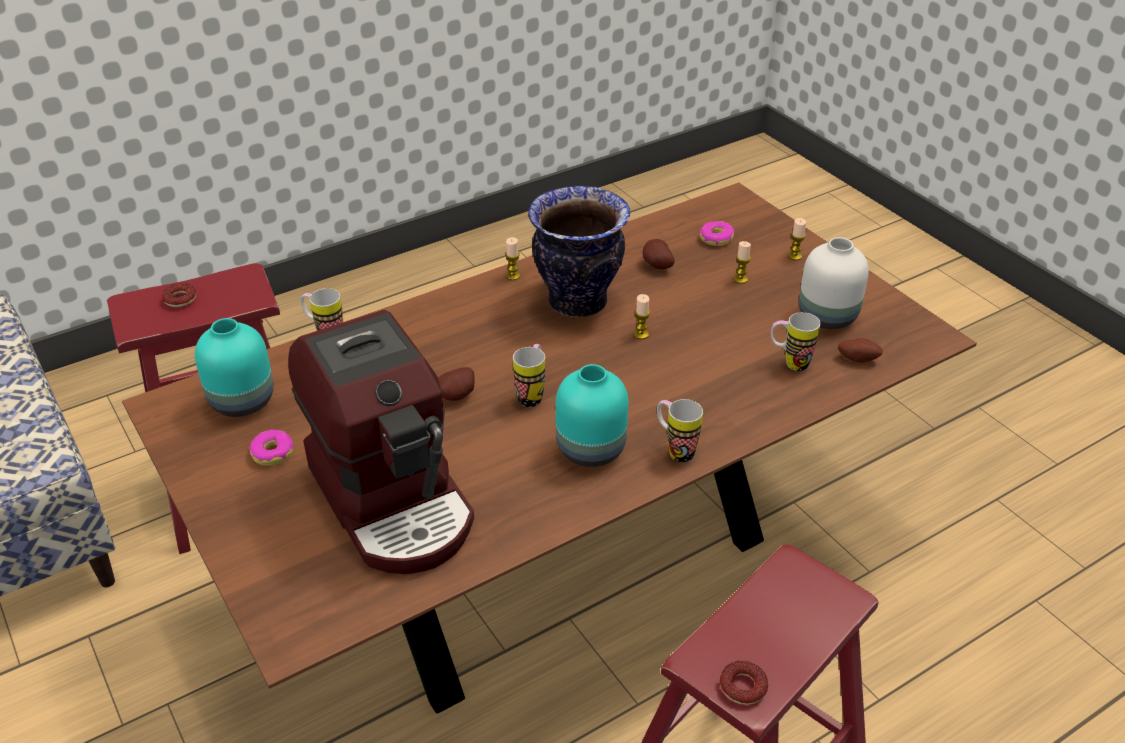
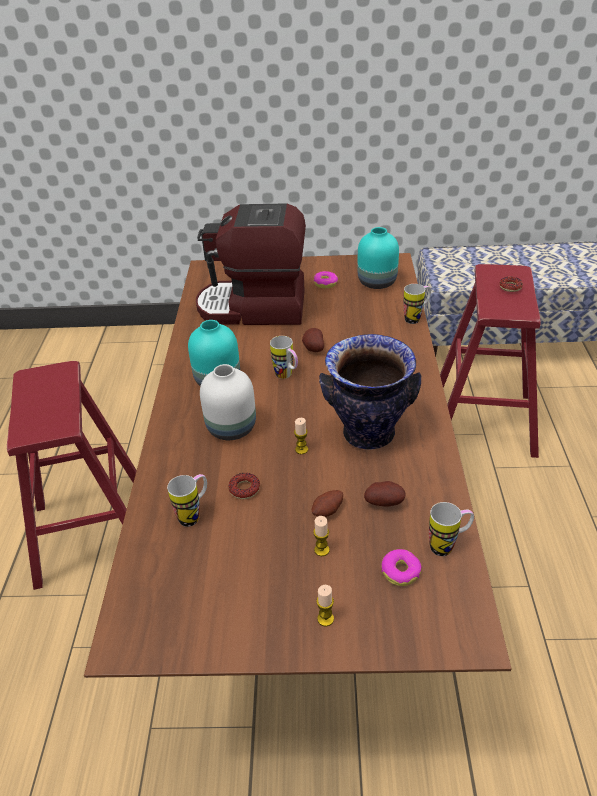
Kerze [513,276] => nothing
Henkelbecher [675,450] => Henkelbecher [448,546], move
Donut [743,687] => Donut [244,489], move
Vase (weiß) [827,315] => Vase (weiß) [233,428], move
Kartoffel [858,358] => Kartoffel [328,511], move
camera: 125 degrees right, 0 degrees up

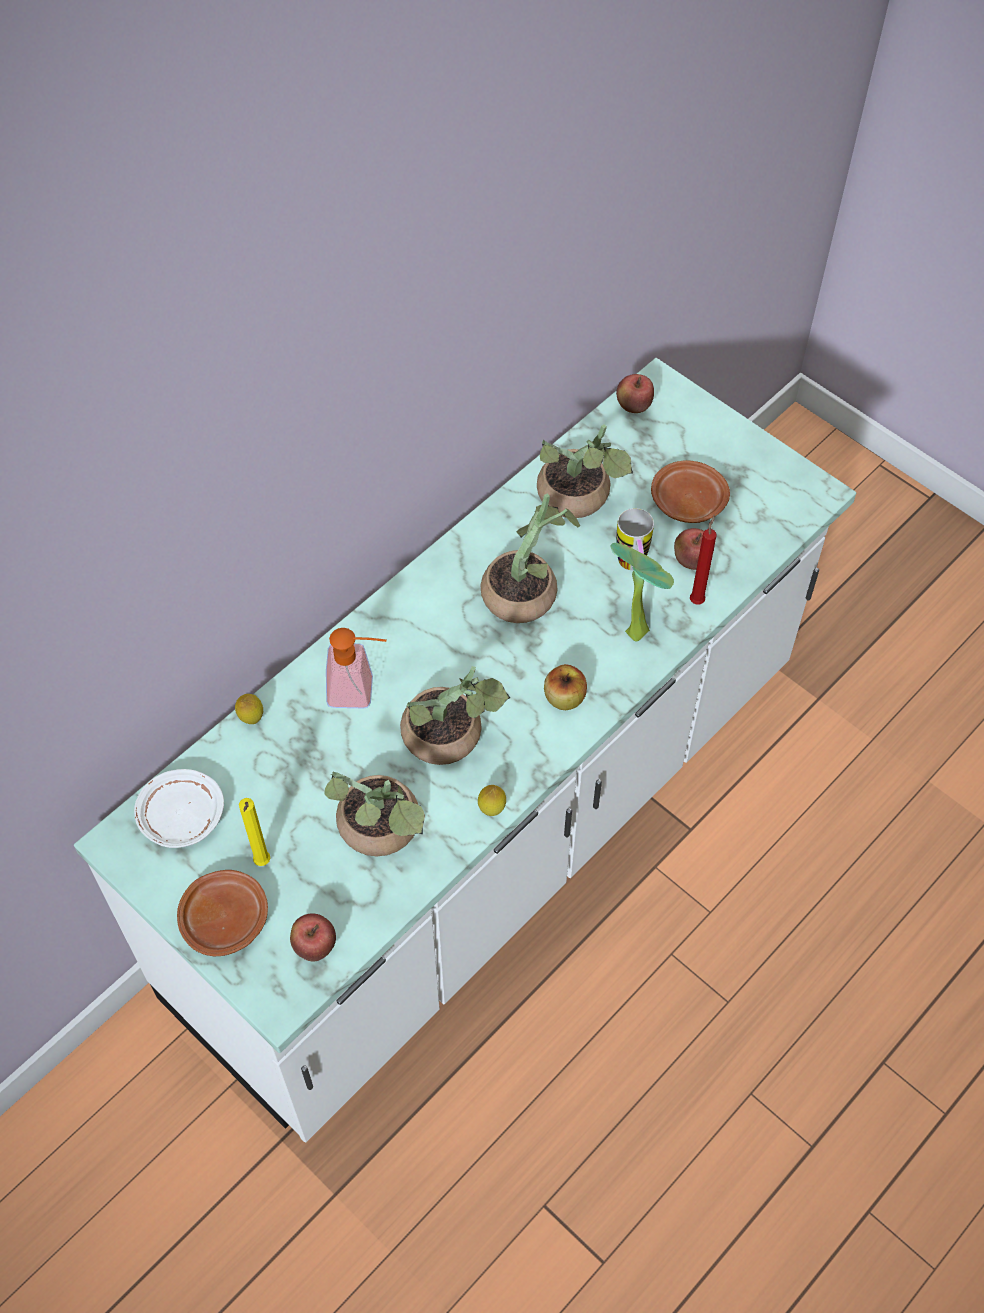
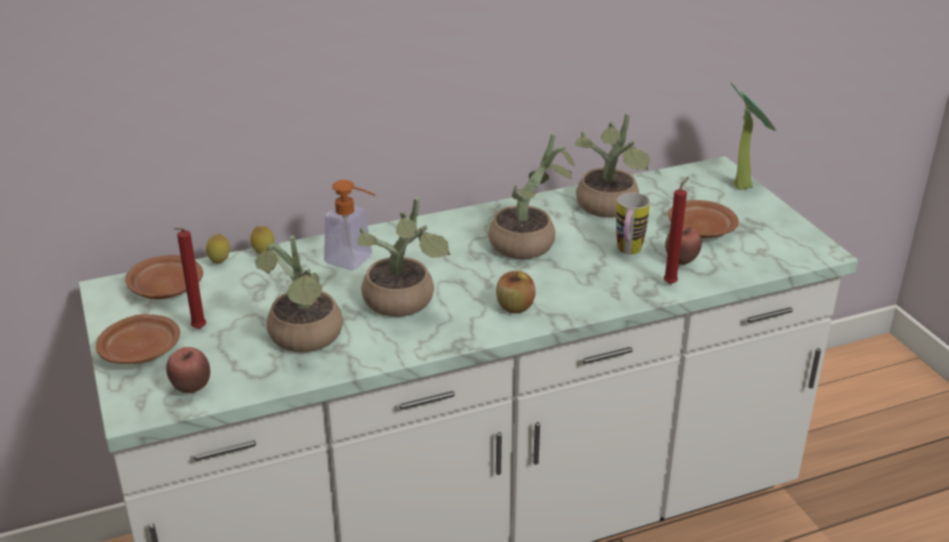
Apfel [633,407] => nothing
Zitrone [492,809] => Zitrone [220,263], move
Topfpflanze [637,628] => Topfpflanze [743,185], move
Teller (weiß) [180,816] => Teller (braun) [165,288]
Kerze (gelb) [262,864] => Kerze (rot) [197,330]
camera: 25 degrees right, 25 degrees down

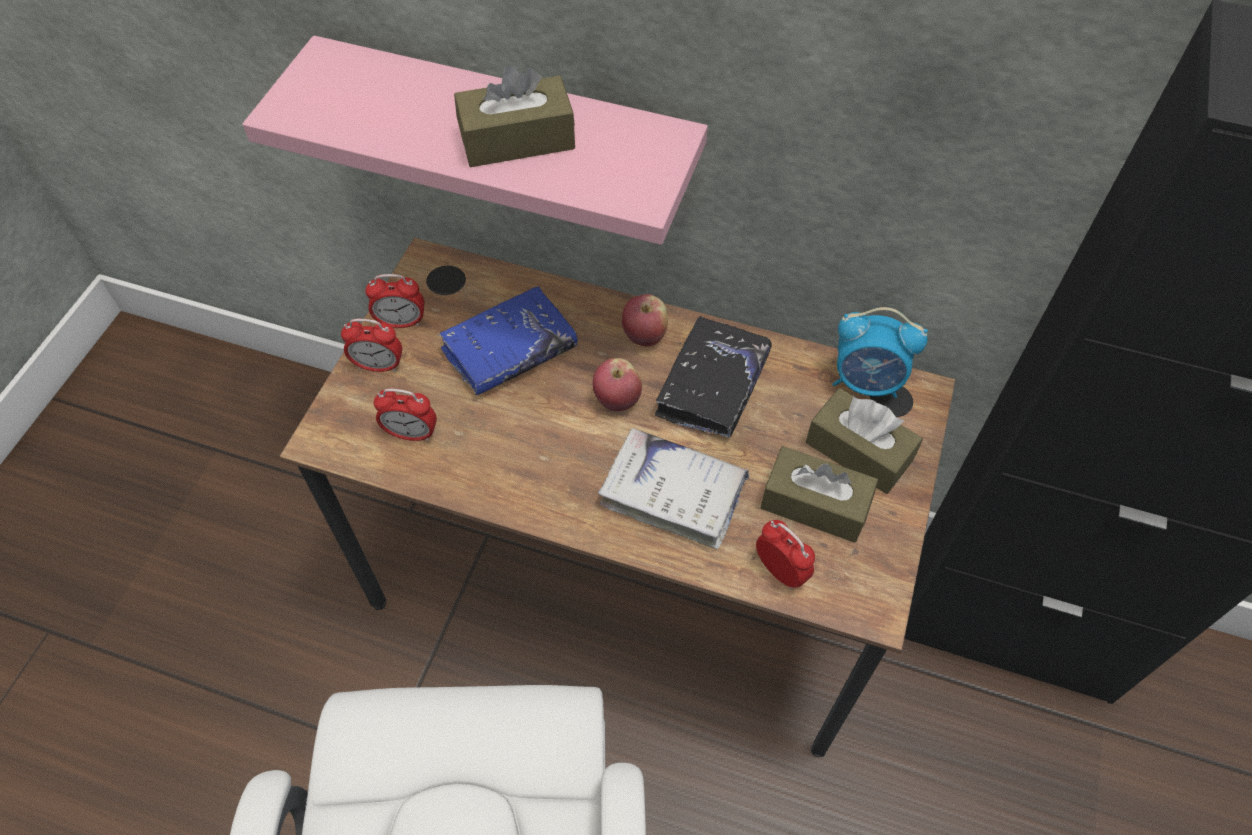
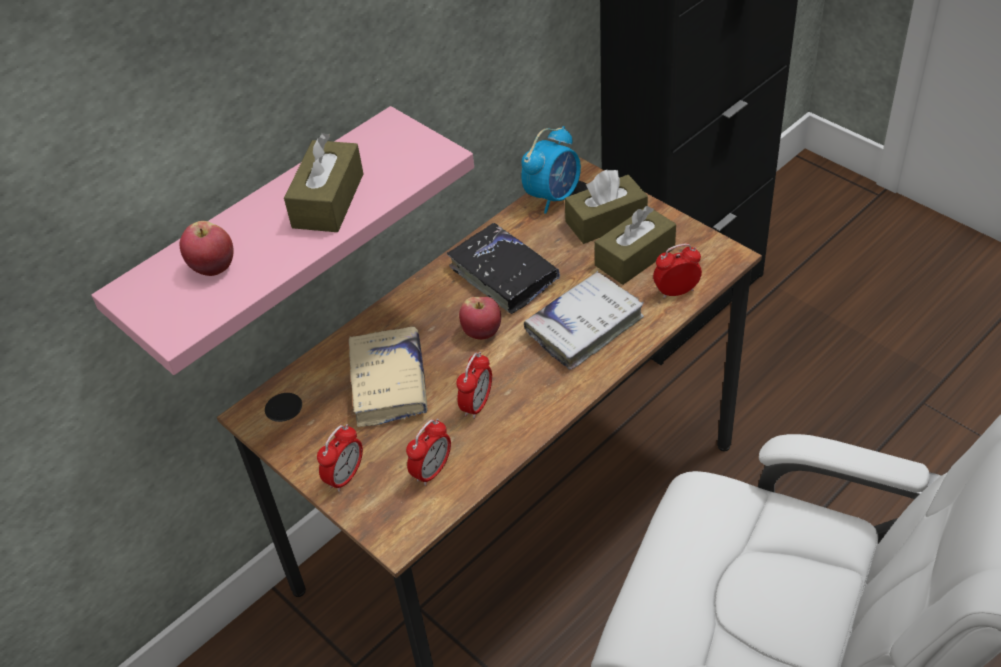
Wecker [401,322] => Wecker [477,405], move
Apfel [644,336] => Apfel [213,268], move
Buch (blau) [509,349] => Buch (beige) [389,384]
camera: 60 degrees left, 10 degrees down

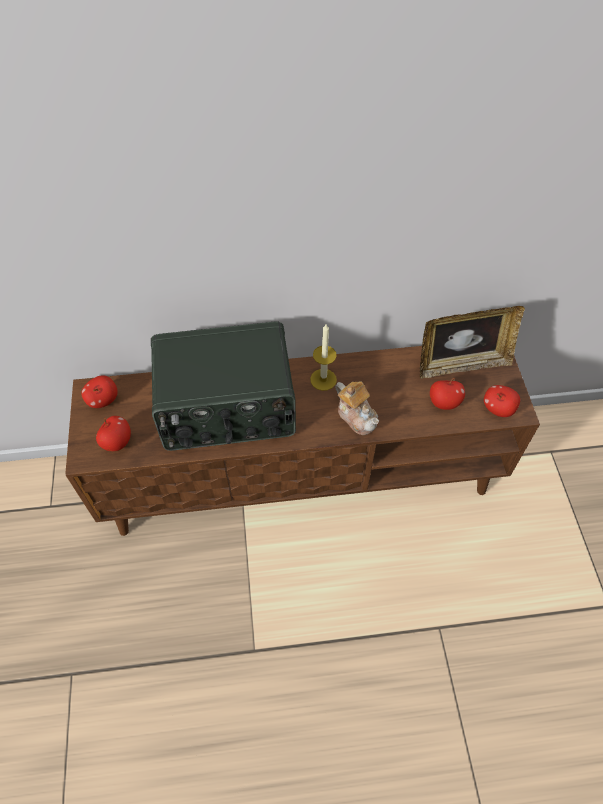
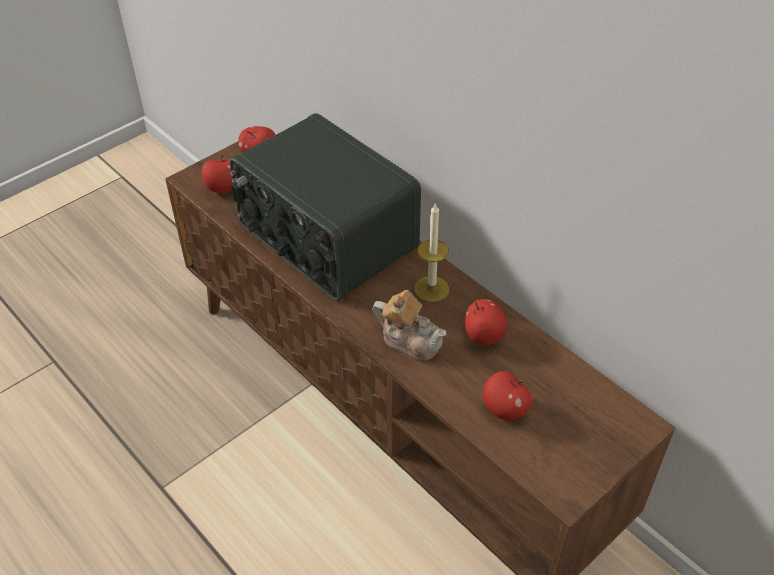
Bilderrahmen [461,364] => nothing
Apfel [498,409] => Apfel [483,336], move
Teekanne [356,416] => Teekanne [410,340], 75 degrees counterclockwise
camera: 55 degrees right, 10 degrees down

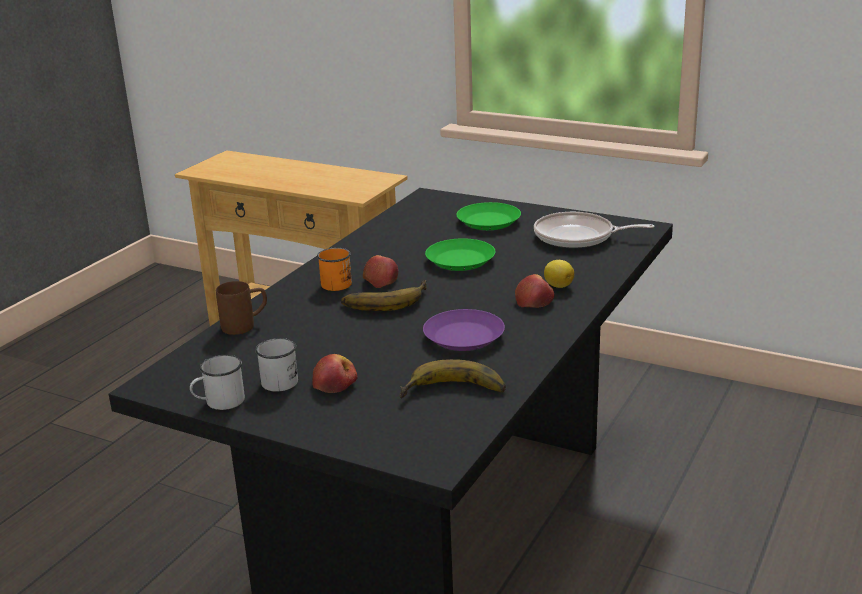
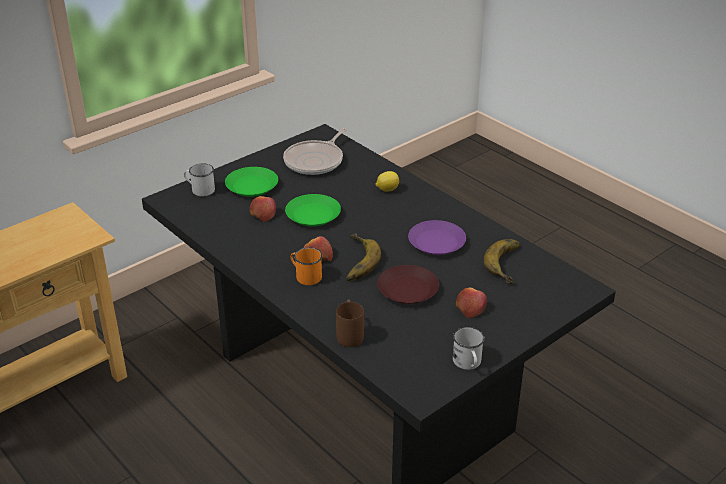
nothing => Teller (braun) [407,289]
Henkelbecher (weiß) [280,379] => Henkelbecher (weiß) [200,190], move
Apfel [534,301] => Apfel [263,214], move
camera: 70 degrees left, 10 degrees up

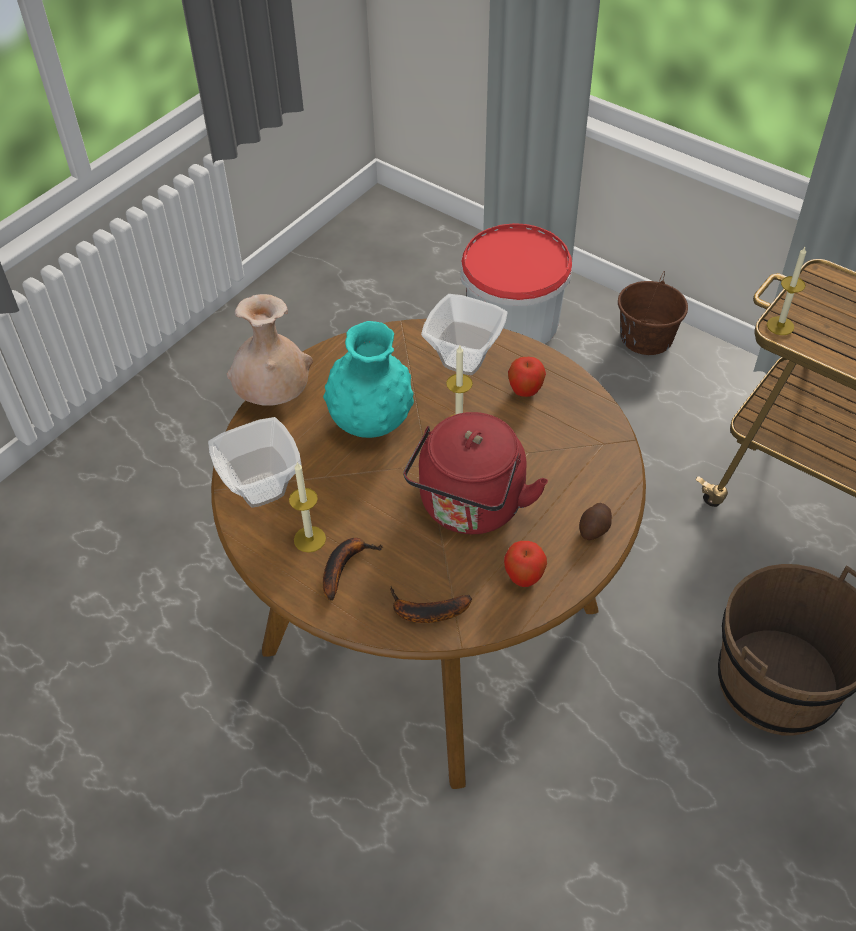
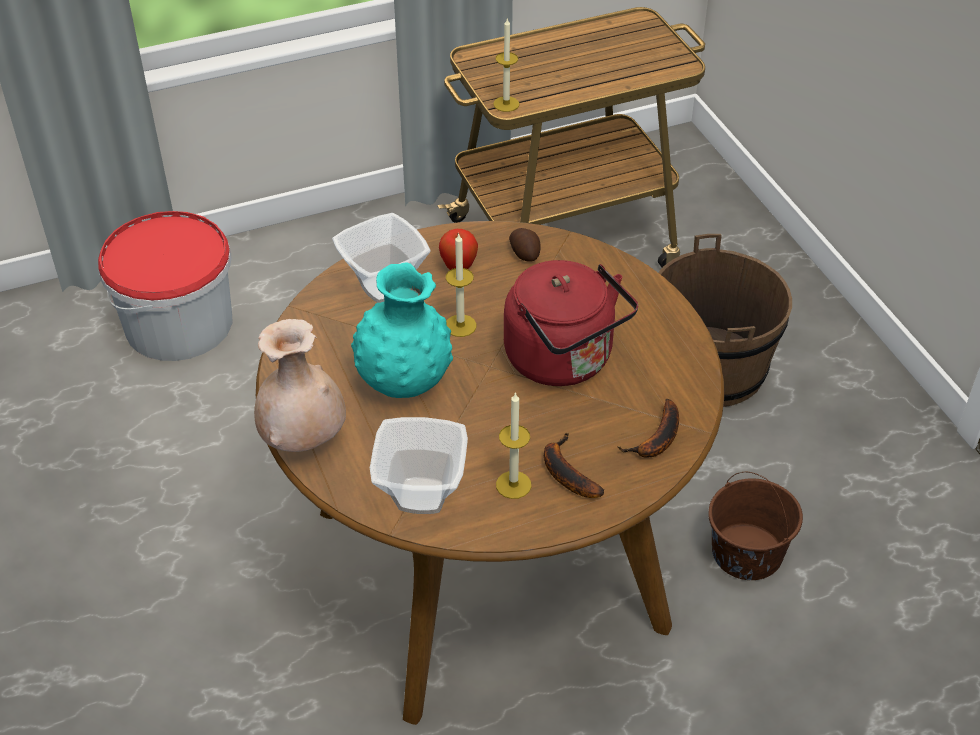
Apfel [524,578] => nothing
Kartoffel [595,528] => Kartoffel [525,252], move
Eimer (braun) [646,337] => Eimer (braun) [746,552], move
camera: 60 degrees left, 5 degrees down

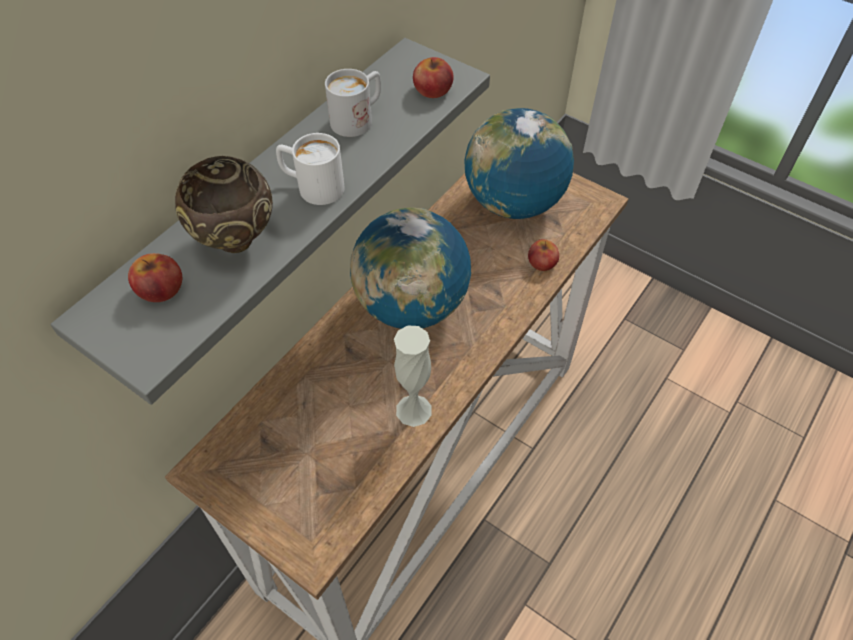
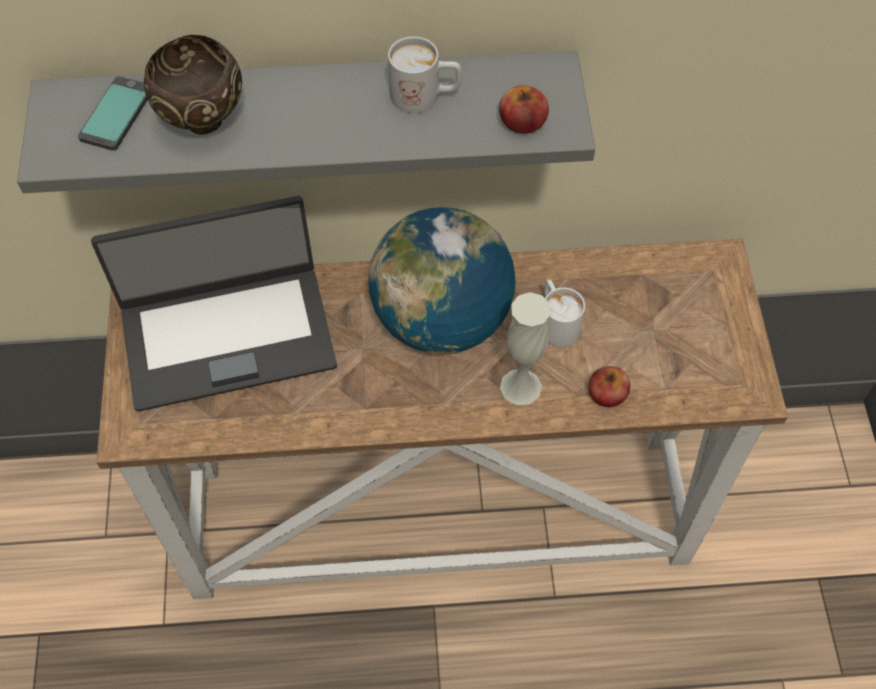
Globus [513,203] => nothing
nothing => Laptop [227,335]
Henkelbecher (weiß) [312,186] => Henkelbecher (weiß) [556,322], move
Vase (weiß) [413,410] => Vase (weiß) [520,386], move
Apfel [160,288] => Handy [116,114]
camera: 50 degrees right, 5 degrees up

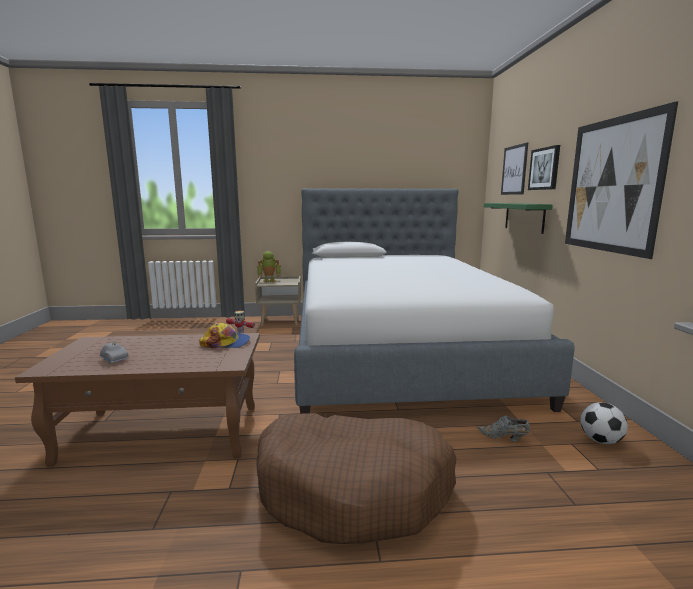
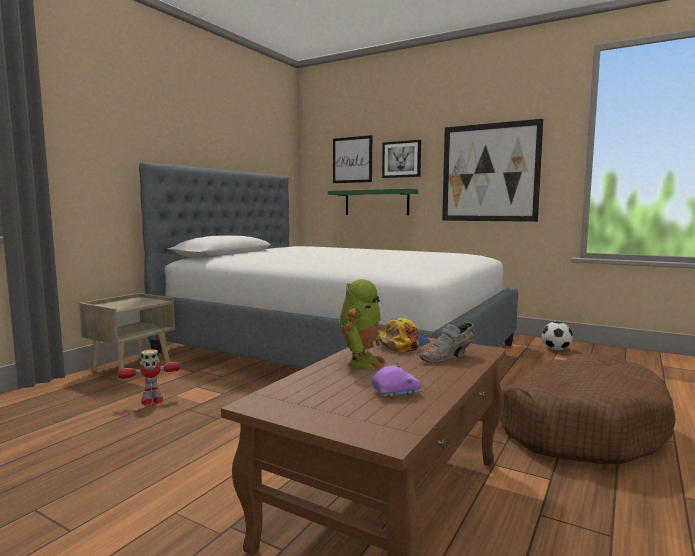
Spielzeugroboter [269,280] => Spielzeugroboter [361,362], move
Schuh (grau) [504,438] => Schuh (grau) [449,358], move
Spielzeugauto (grau) [115,359] => Spielzeugauto (lila) [395,392]
camera: 55 degrees left, 5 degrees down

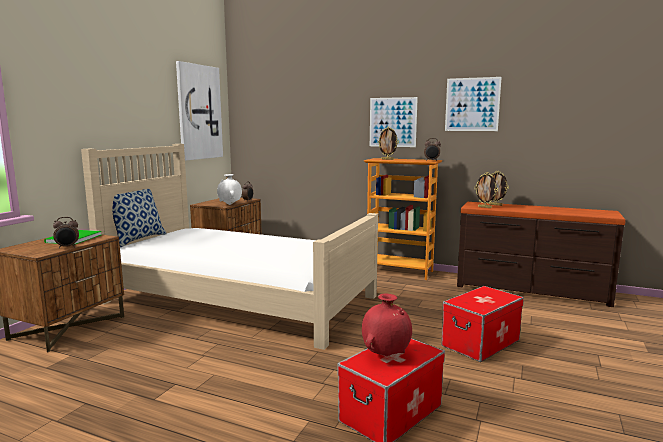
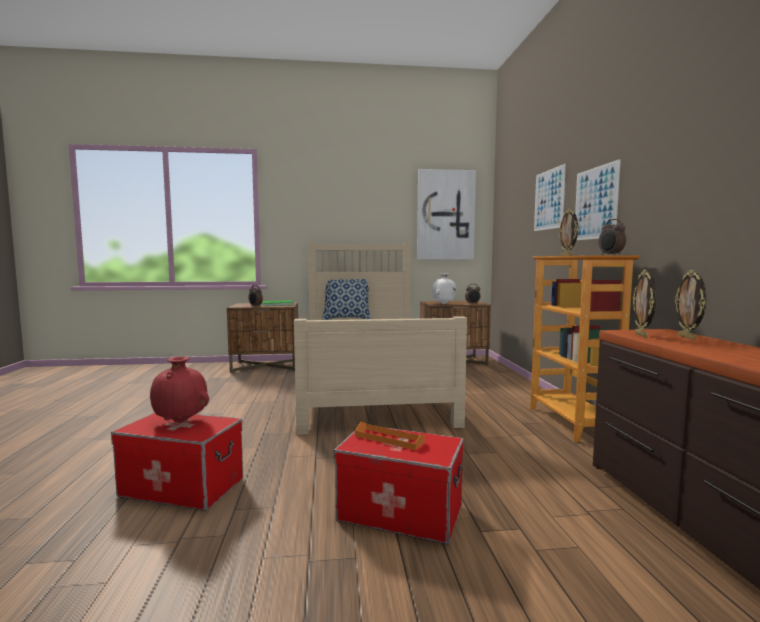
nothing => Tablett (orange) [389,439]
Bild [472,104] => Bild [549,199], move
camera: 60 degrees right, 5 degrees down

